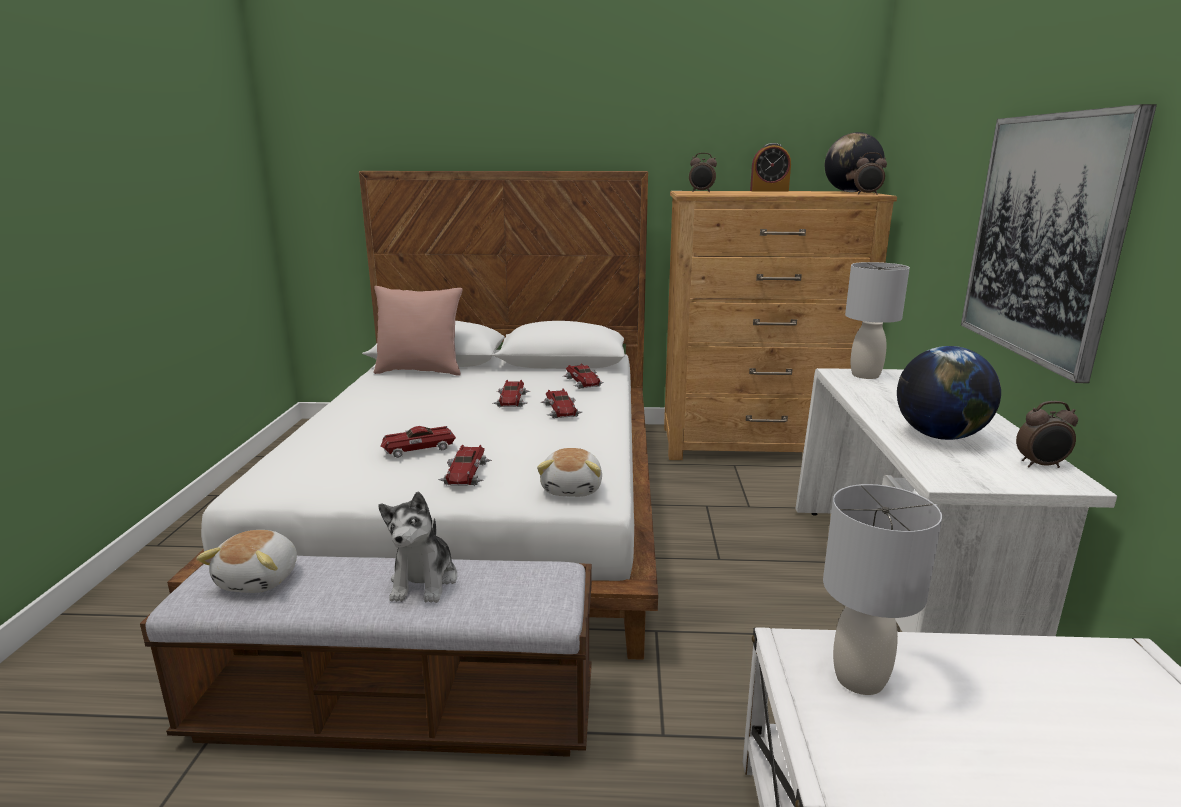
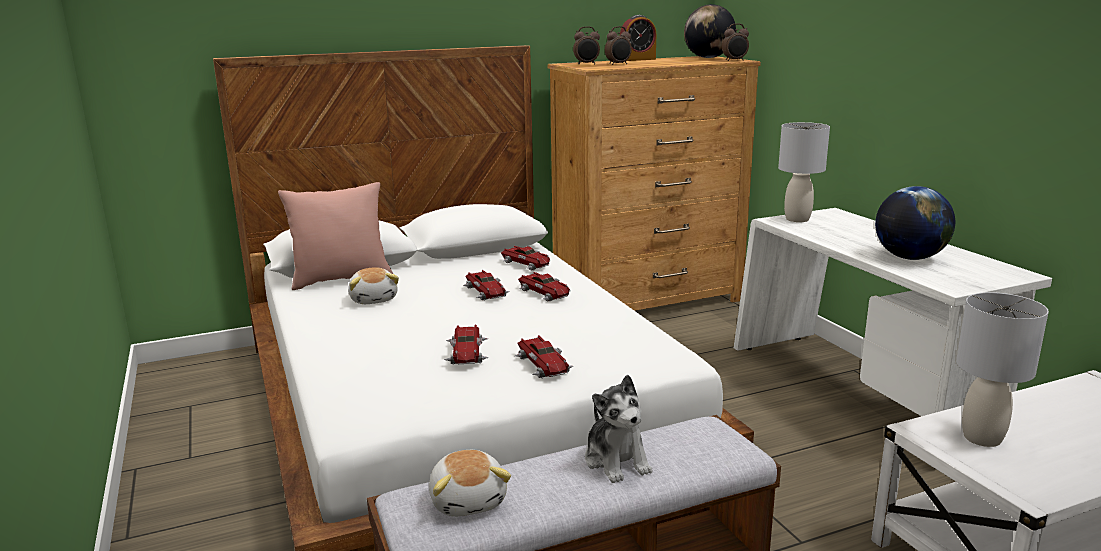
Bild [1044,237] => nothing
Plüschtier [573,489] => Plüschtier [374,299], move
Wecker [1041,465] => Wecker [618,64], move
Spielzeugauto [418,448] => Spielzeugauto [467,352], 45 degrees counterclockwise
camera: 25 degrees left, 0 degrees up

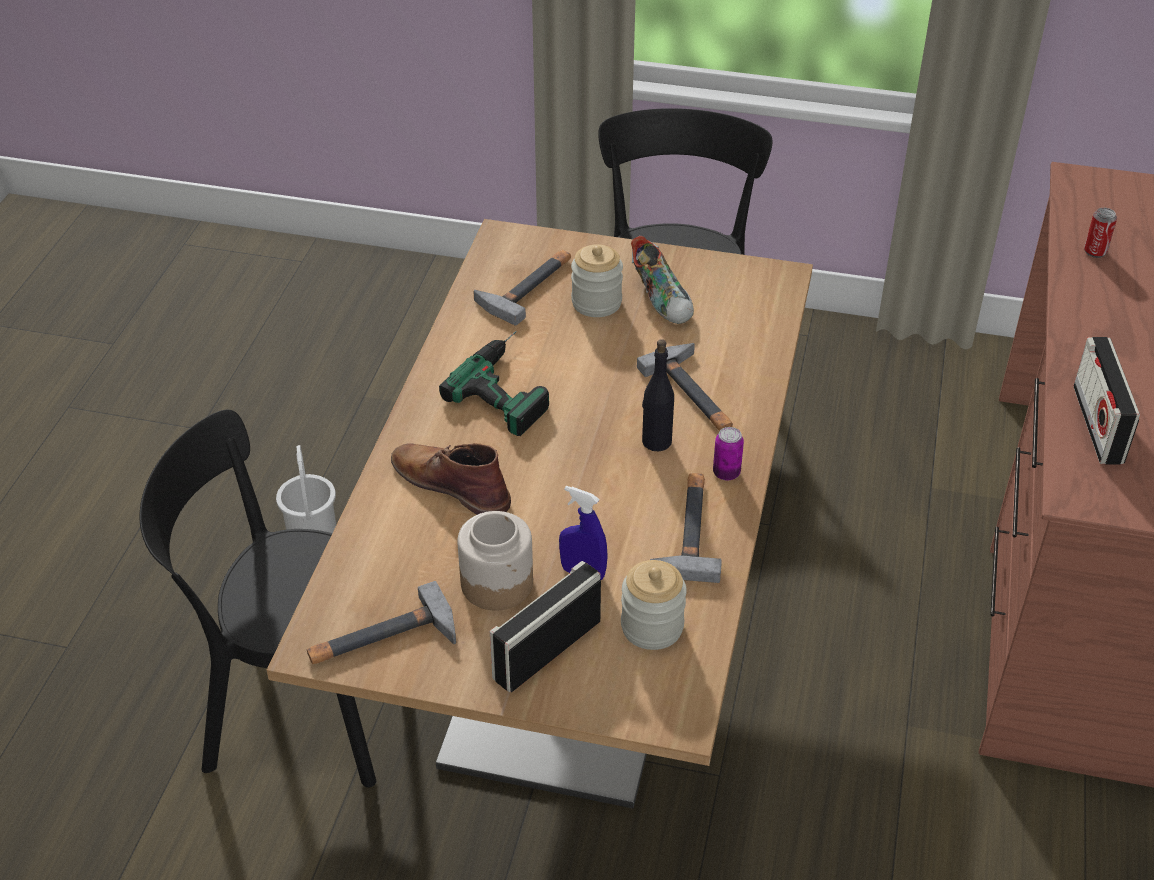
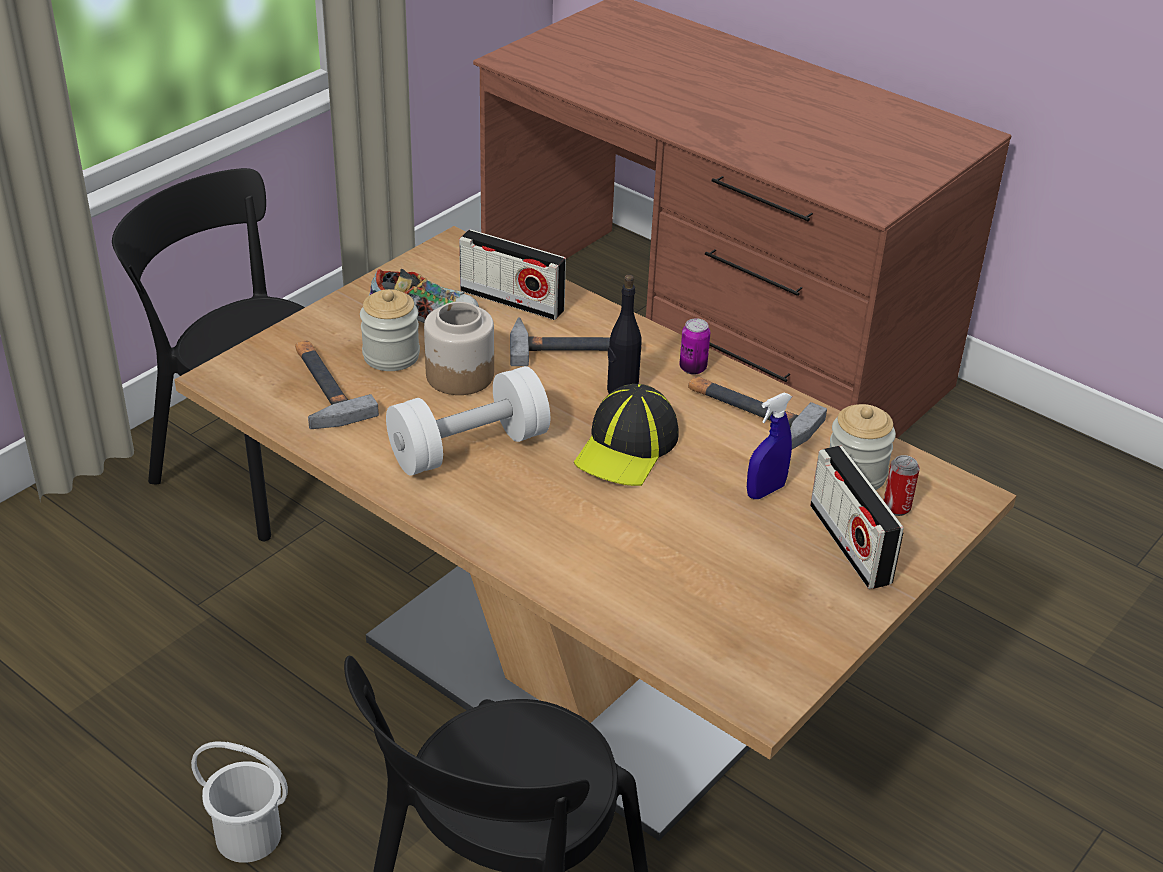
Hammer [382,639] => nothing
Stiefel (braun) [450,483] => nothing
nothing => Kappe [627,447]
Vorratsglas [497,583] => Vorratsglas [459,375], move
Radio [1097,424] => Radio [512,300], move
Dose [1095,252] => Dose [896,507], move
Bohrmaschine [512,385] => Hantel (weiß) [469,448]
camera: 65 degrees left, 5 degrees down

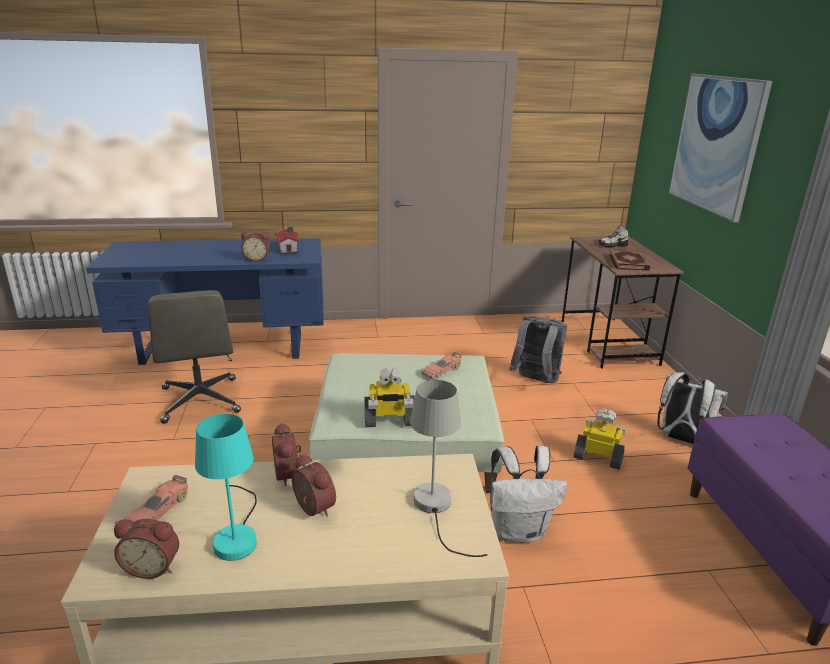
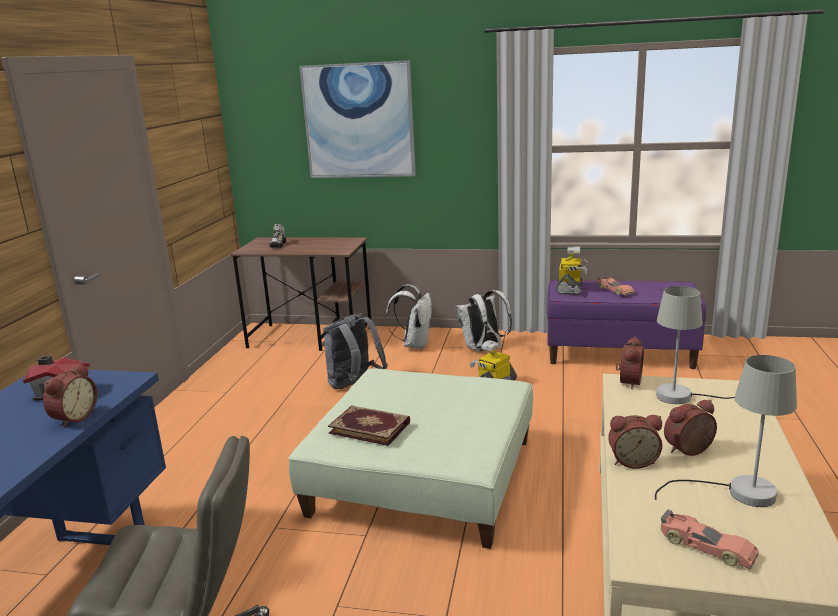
Wecker [153,566] => Wecker [628,381], move
Spielzeugroboter [389,420] => Spielzeugroboter [570,288], move
Spielzeugauto [442,370] => Spielzeugauto [614,290], move
Rucksack (weiß) [518,531] => Rucksack (weiß) [414,344], move
Buch [629,262] => Buch [370,427], move
Tischlampe (türkis) [237,535] => Tischlampe (grau) [737,493]
camera: 70 degrees left, 5 degrees down

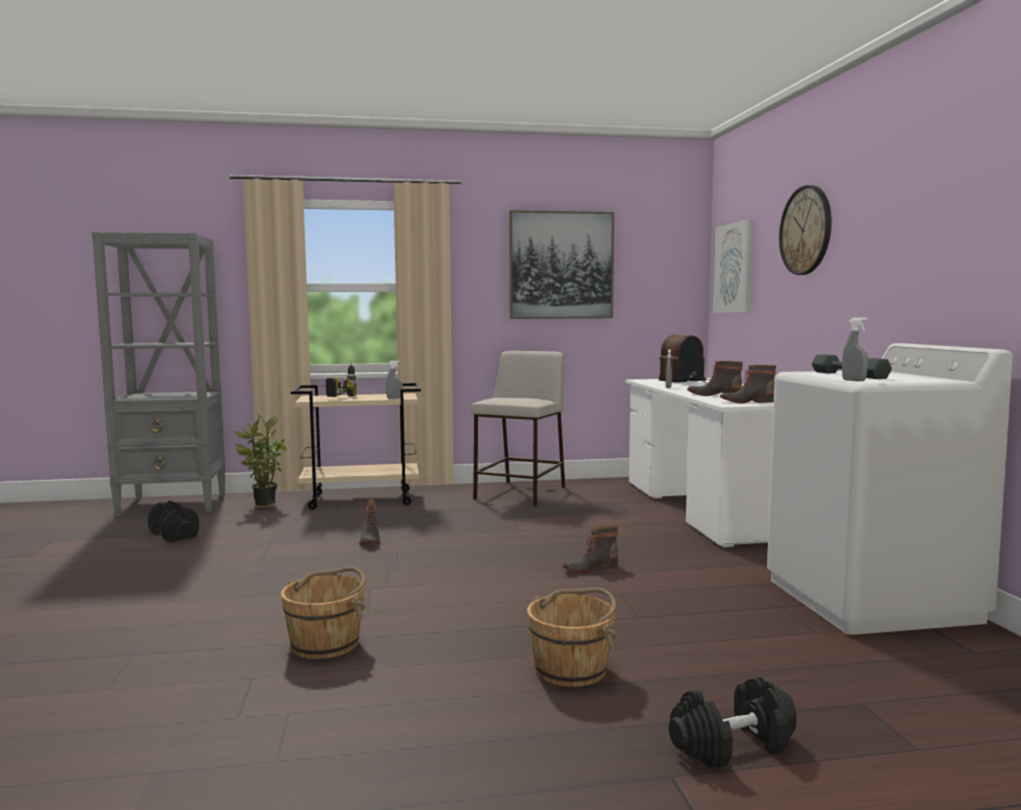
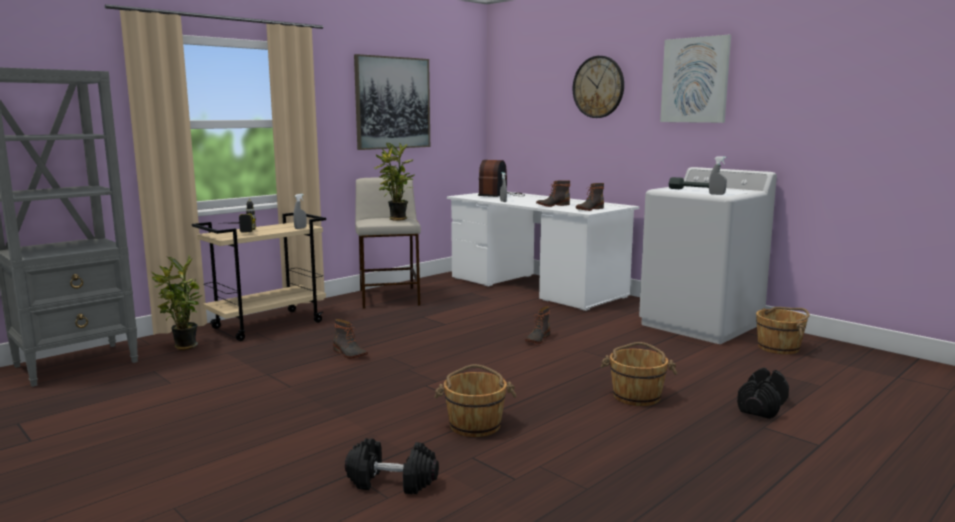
nothing => Topfpflanze [397,219]
nothing => Eimer (braun) [779,347]
Hantel (schwarz) [174,535] => Hantel (schwarz) [392,482], move
Bild [734,268] => Bild [695,80], move
camera: 35 degrees left, 5 degrees up

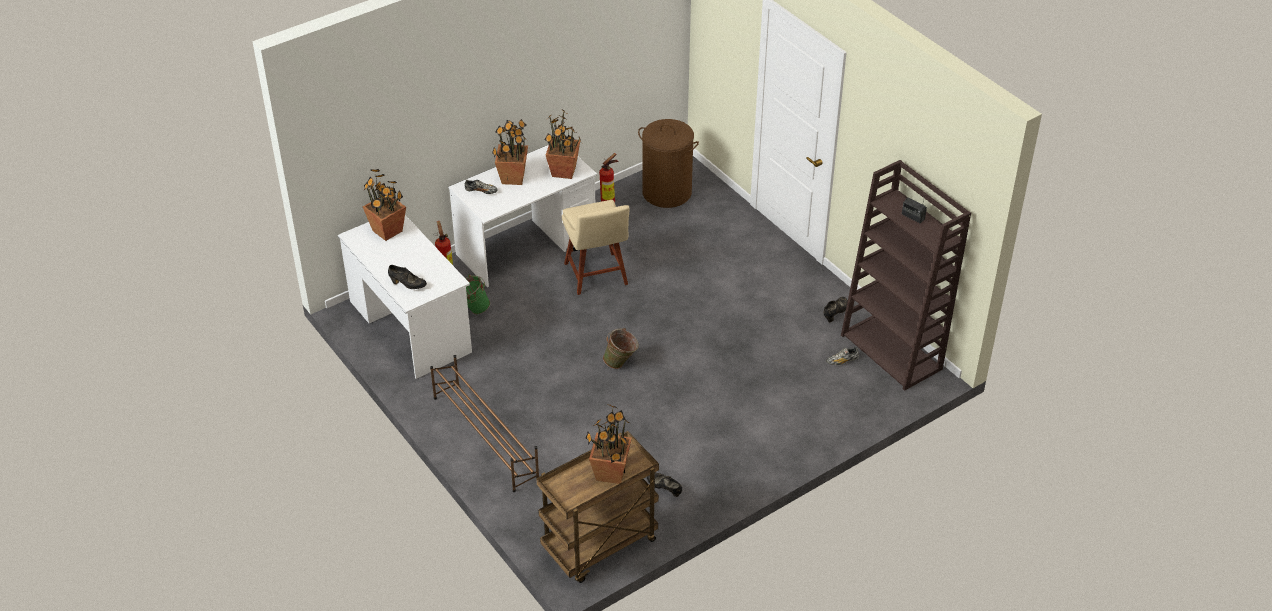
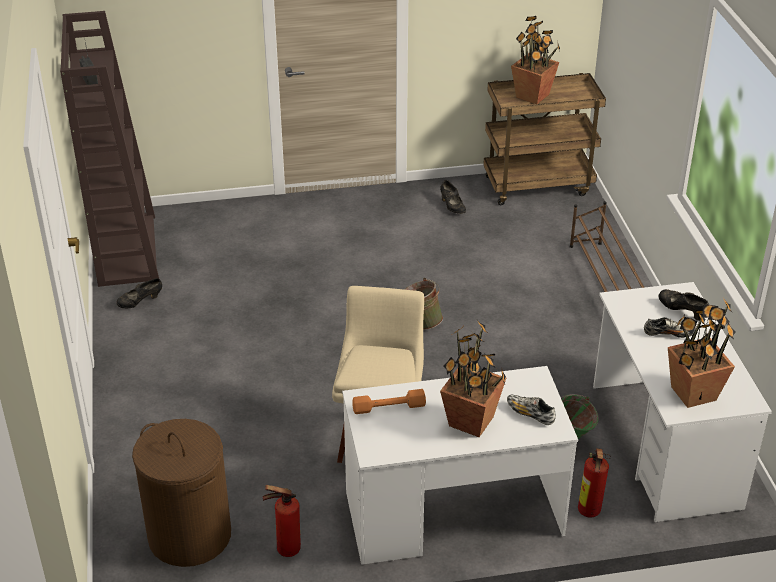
Schuh [842,361] => Schuh [668,334], move
Topfpflanze [564,172] => Hantel (orange) [389,407]
camera: 155 degrees left, 5 degrees down

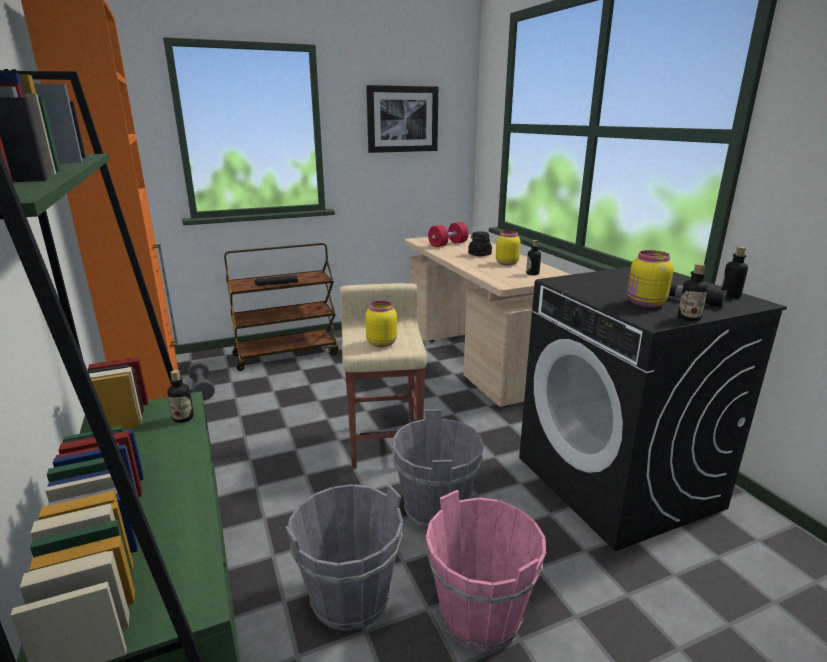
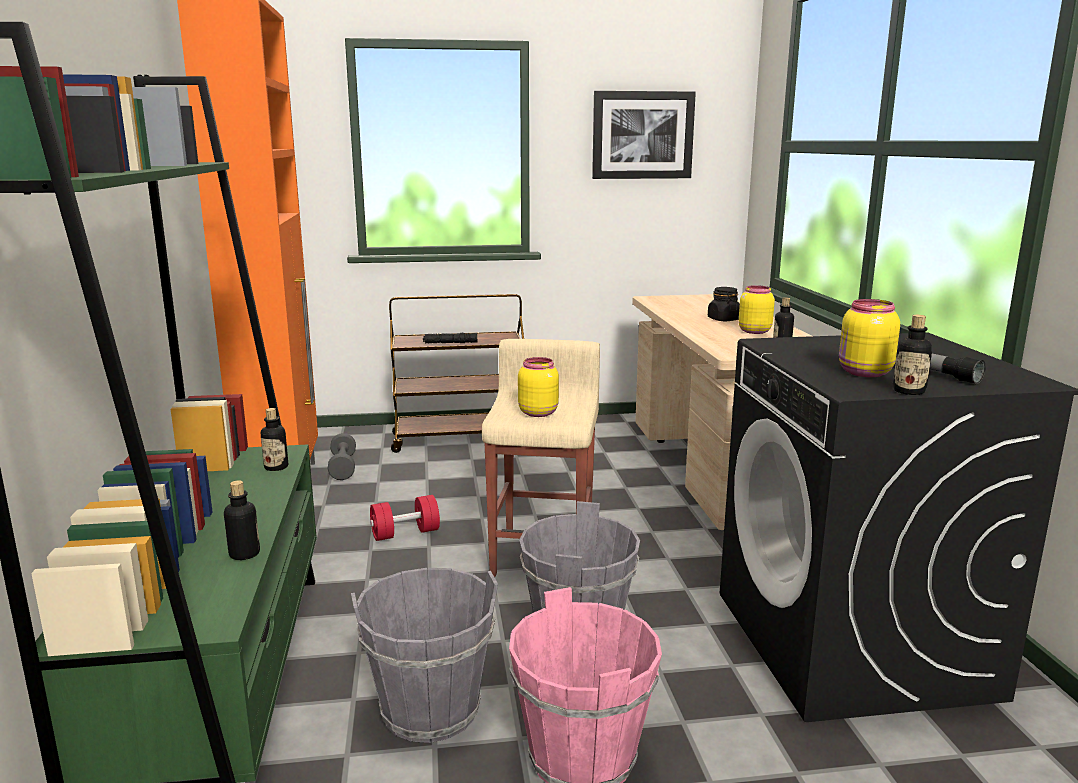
Hantel (rot) [448,244] => Hantel (rot) [405,533], move
Flasche [730,296] => Flasche [244,554], move
camera: 15 degrees right, 5 degrees down

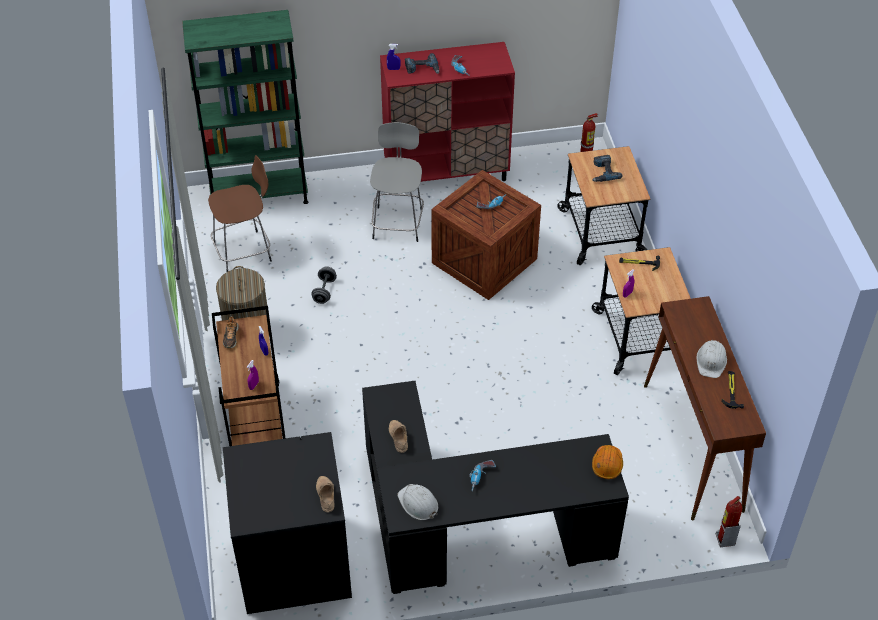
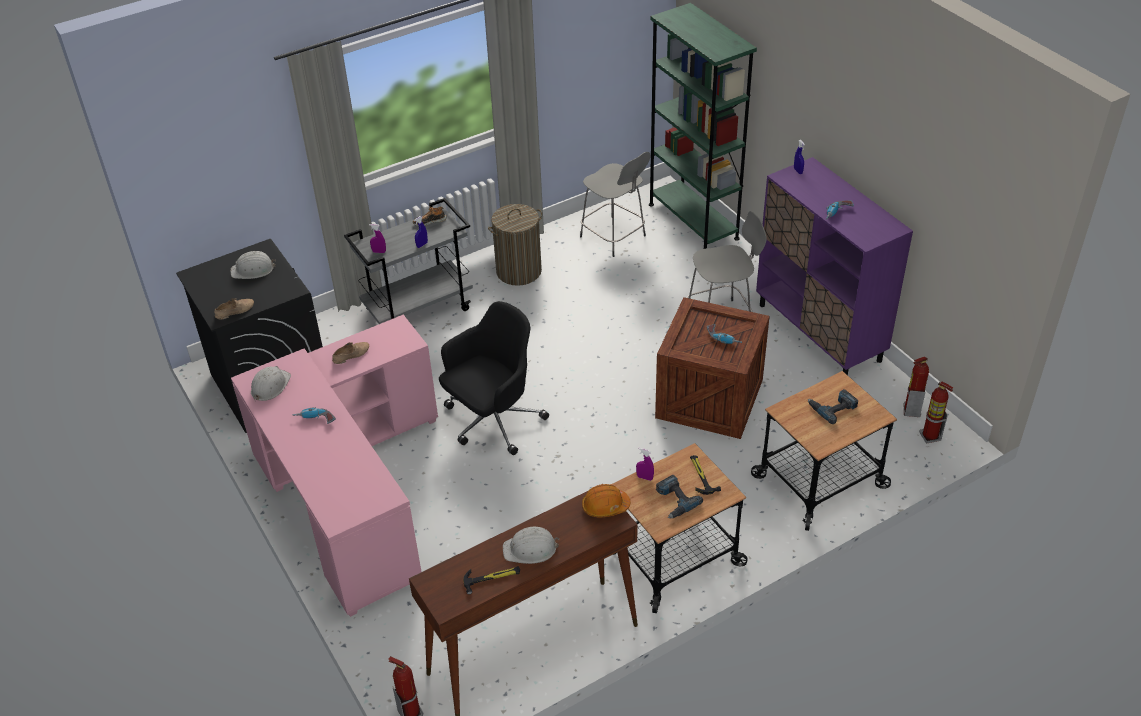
Hantel (grau) [324,291] => nothing
nothing => Schutzhelm (weiß) [253,270]
nothing => Bürostuhl (schwarz) [492,421]
nothing => Feuerlöscher [911,411]
Bohrmaschine [422,68] => Bohrmaschine [674,501], move
Schutzhelm (orange) [607,465] => Schutzhelm (orange) [605,506], move
Hocker (braun) [245,252] => Hocker (grau) [614,237]
Rollwagen (braun) [254,419] => Rollwagen (grau) [419,310]
Schreibtisch (schwarz) [470,530] => Schreibtisch (rosa) [347,491]
Schrank (rot) [447,173] => Schrank (lila) [819,333]
camera: 70 degrees right, 5 degrees down

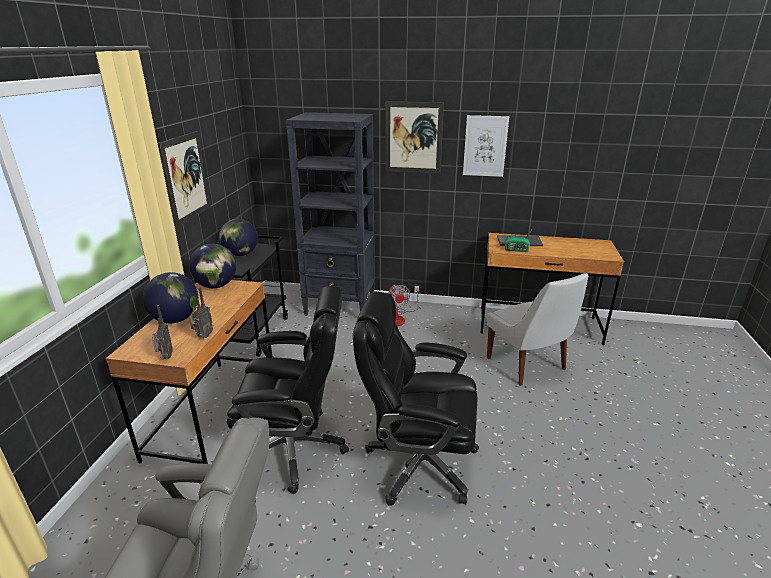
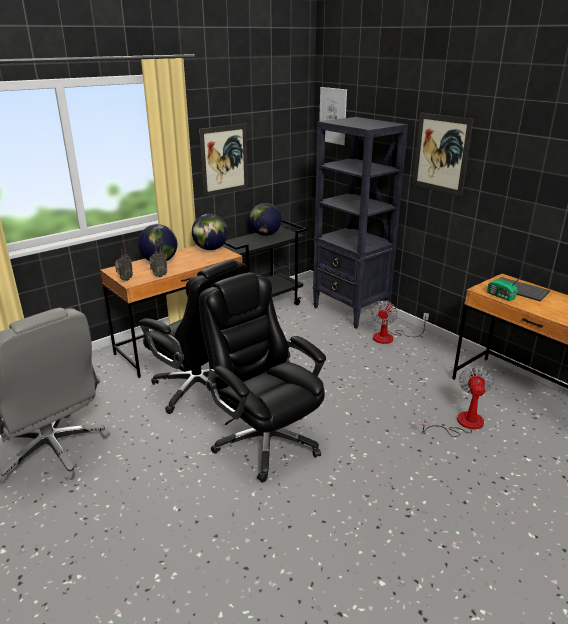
Bild [485,146] => Bild [333,116], move
Stuhl (weiß) [527,365] => Ventilator [462,423]
camera: 40 degrees right, 0 degrees up

